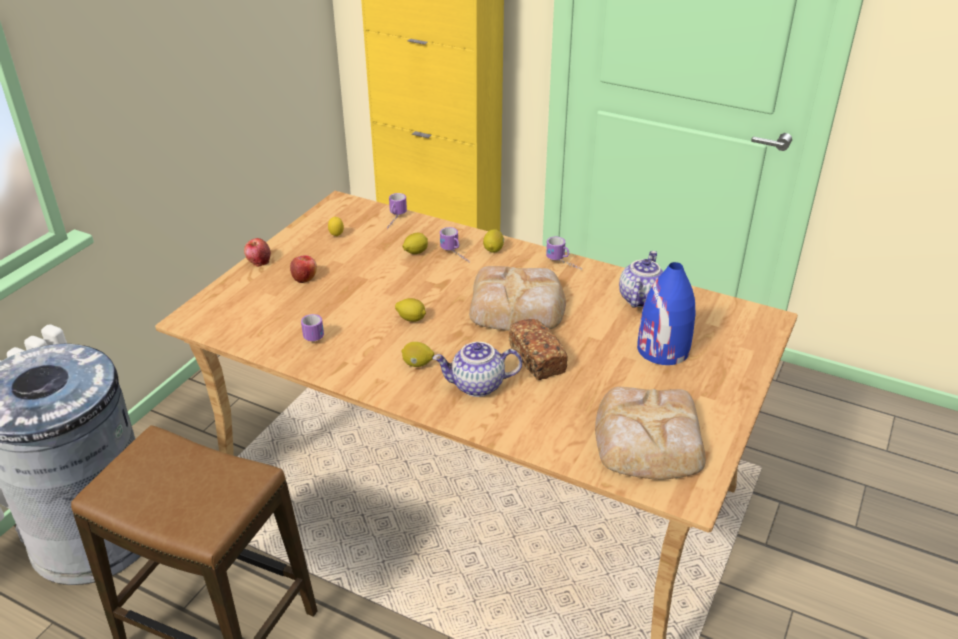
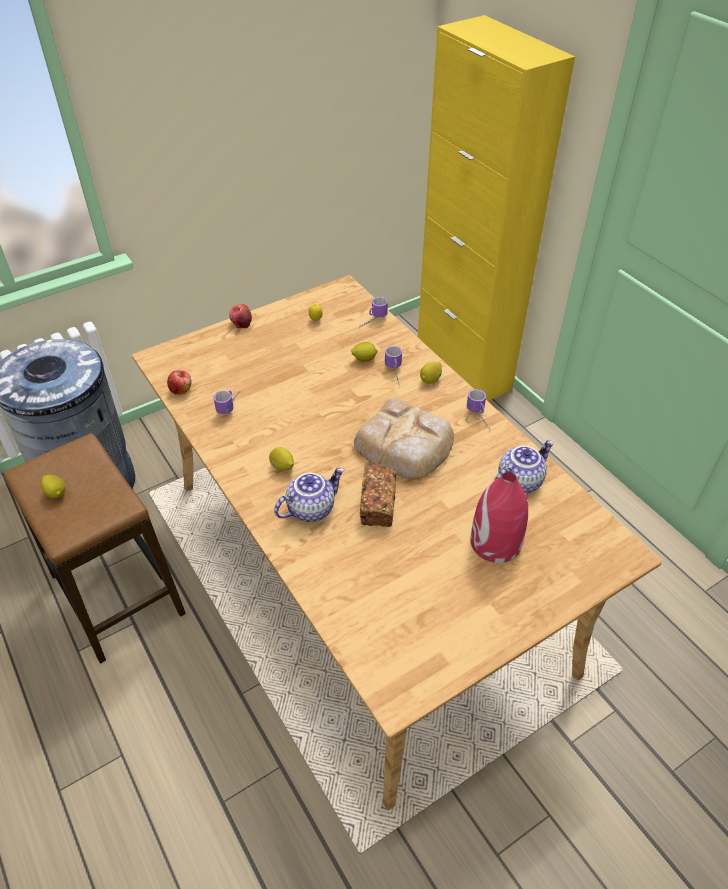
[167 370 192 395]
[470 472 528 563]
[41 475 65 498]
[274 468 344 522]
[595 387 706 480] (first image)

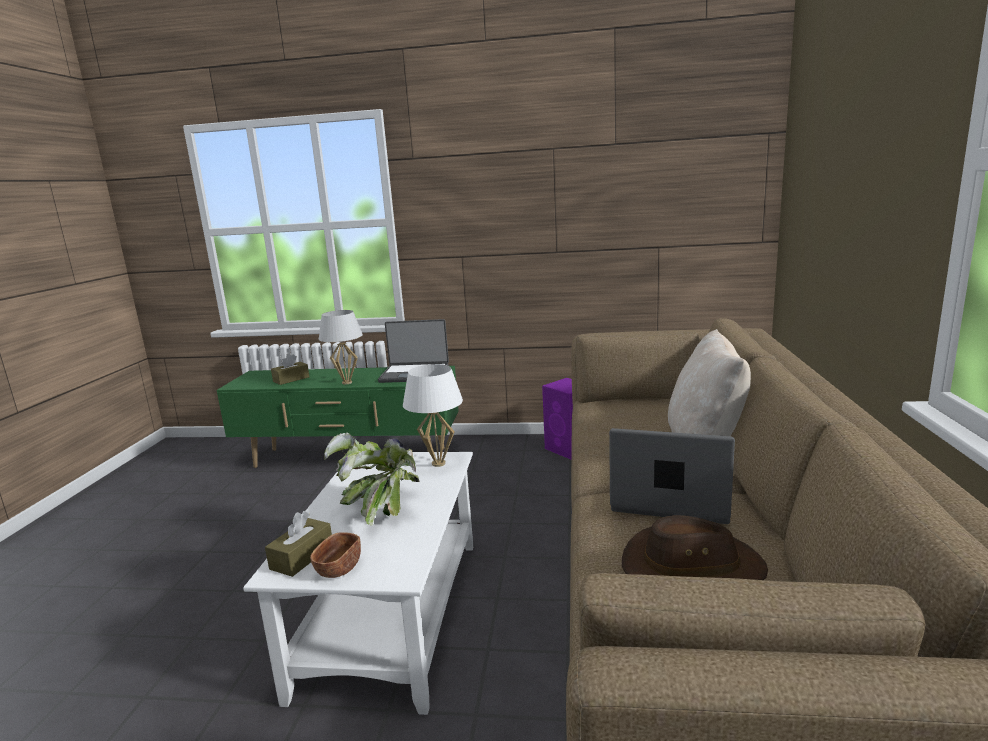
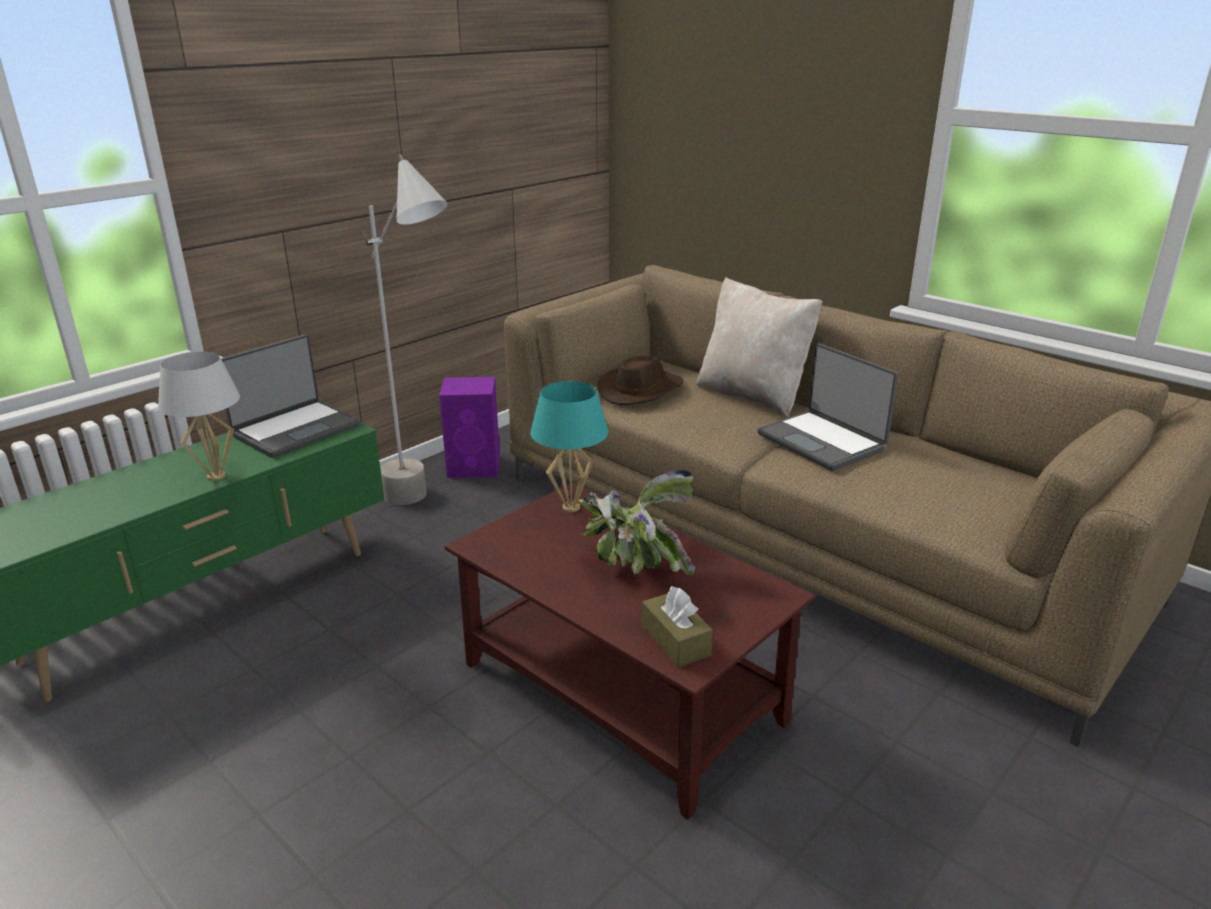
[271 354 309 385] (first image)
[530 381 608 512]
[757 343 898 471]
[445 484 815 820]
[597 356 684 405]
[310 532 361 578] (first image)
[363 154 448 505]

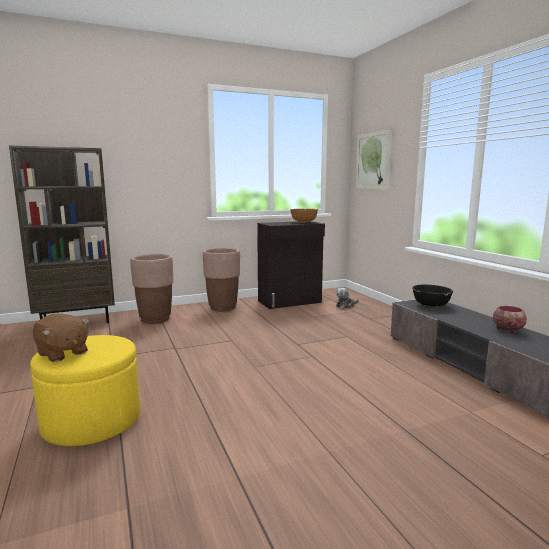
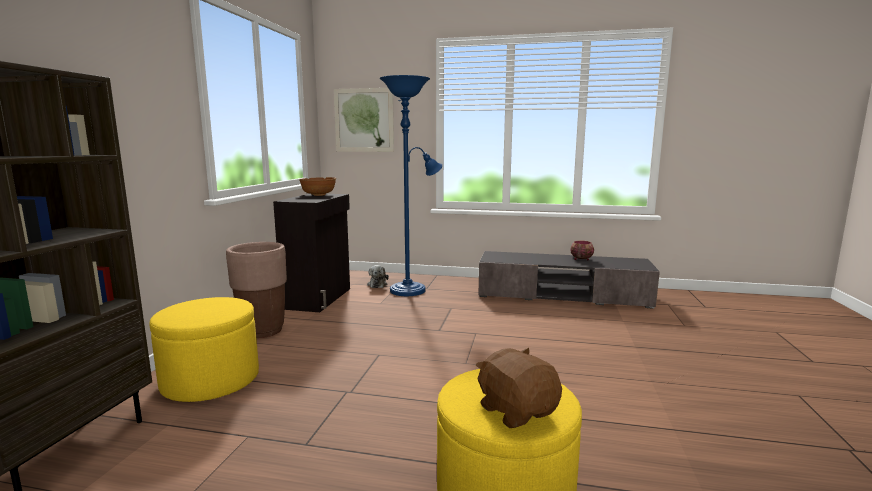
[150 297 259 402]
[412 285 453 307] (first image)
[476 348 562 428]
[380 75 442 296]

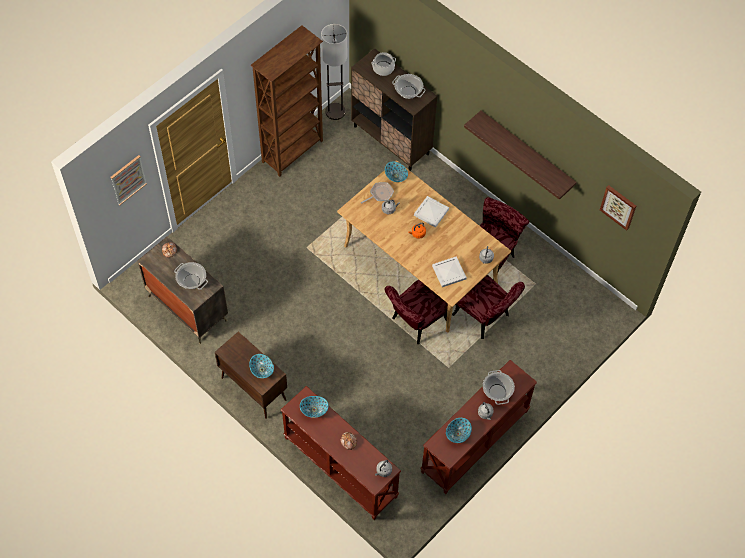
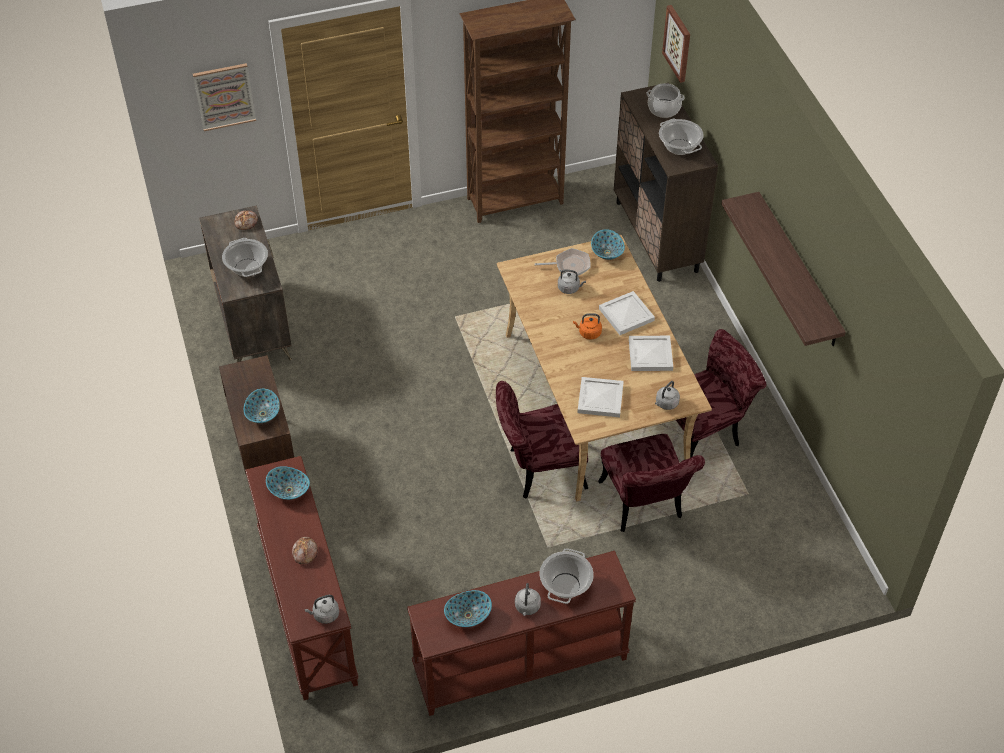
[321 24 347 120] (first image)
[662 5 690 83]
[629 336 673 371]

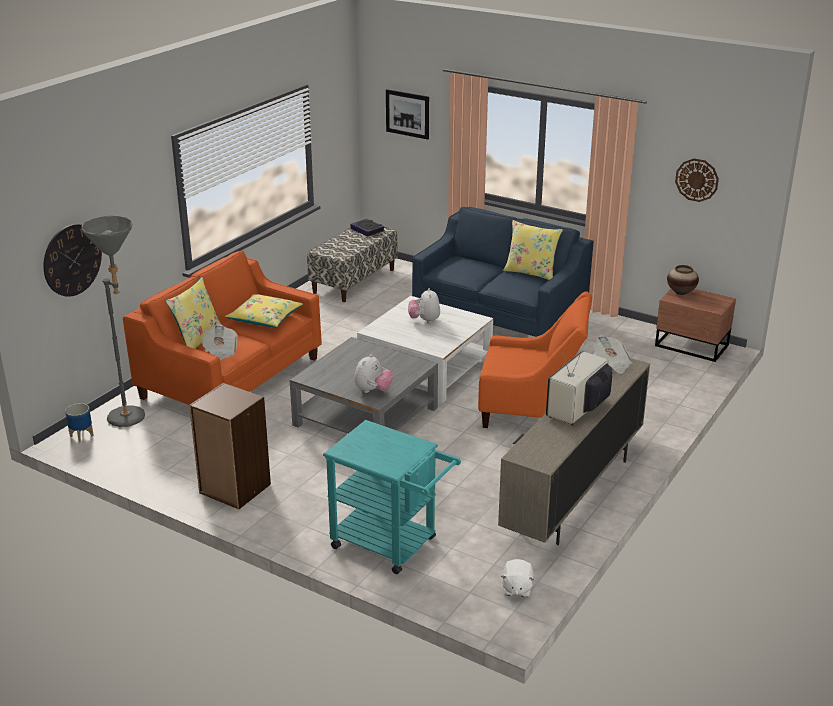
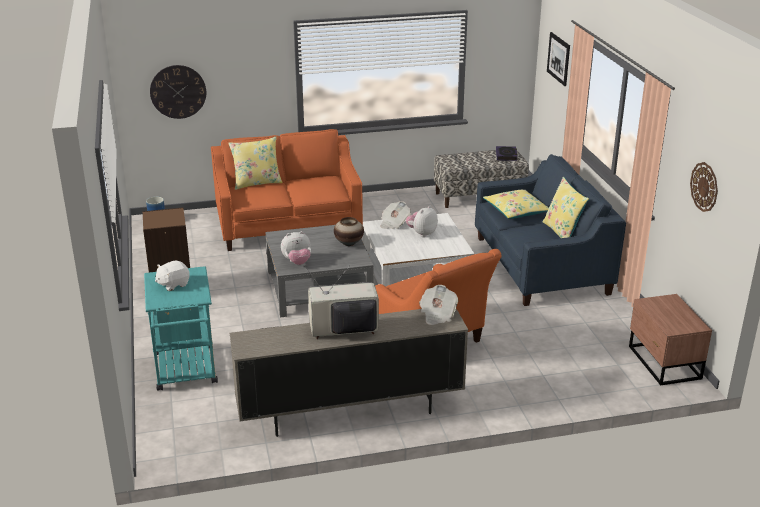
[81 216 145 427] (first image)
[334 217 364 246]
[483 190 549 219]
[380 201 411 229]
[155 261 190 291]

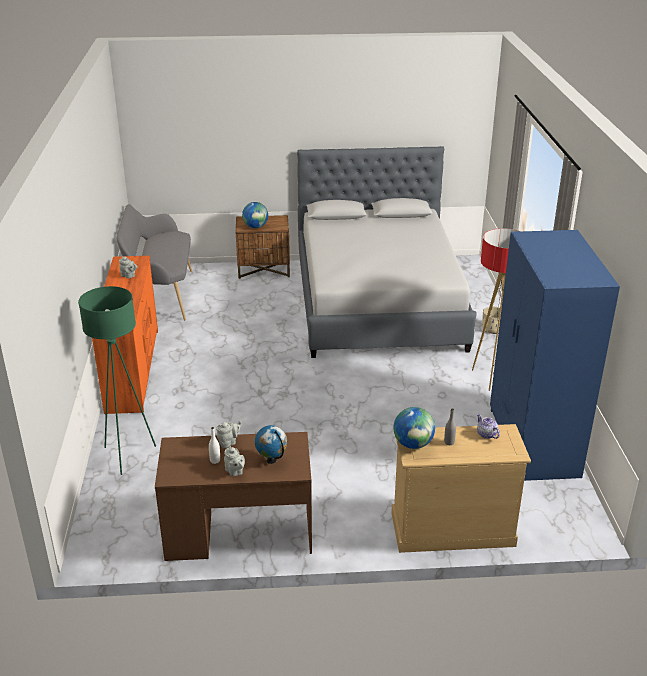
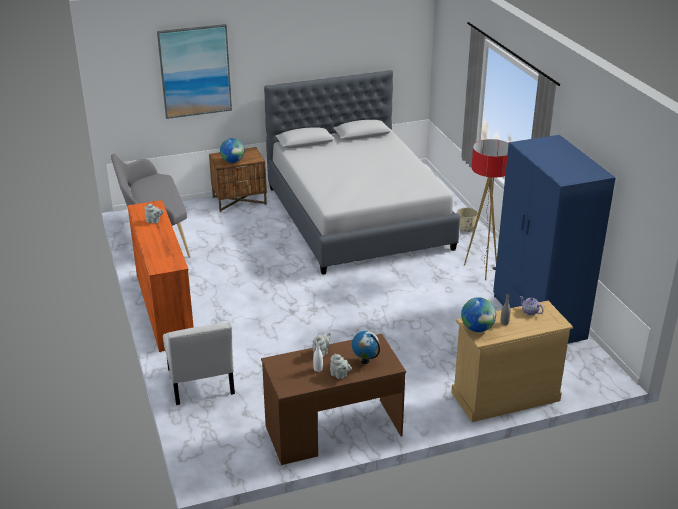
[163 322 235 405]
[157 24 232 119]

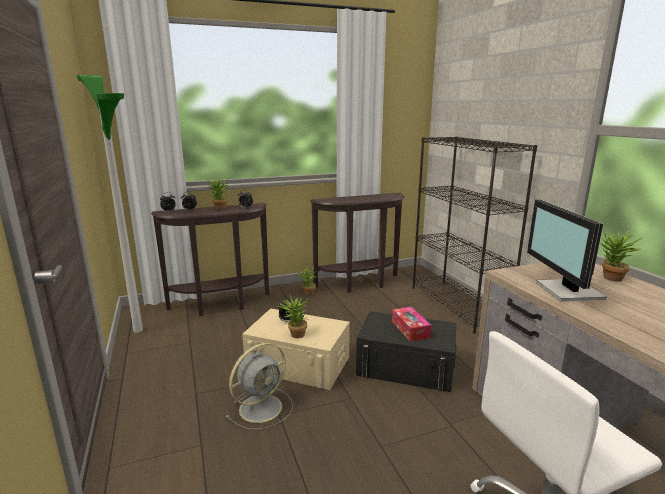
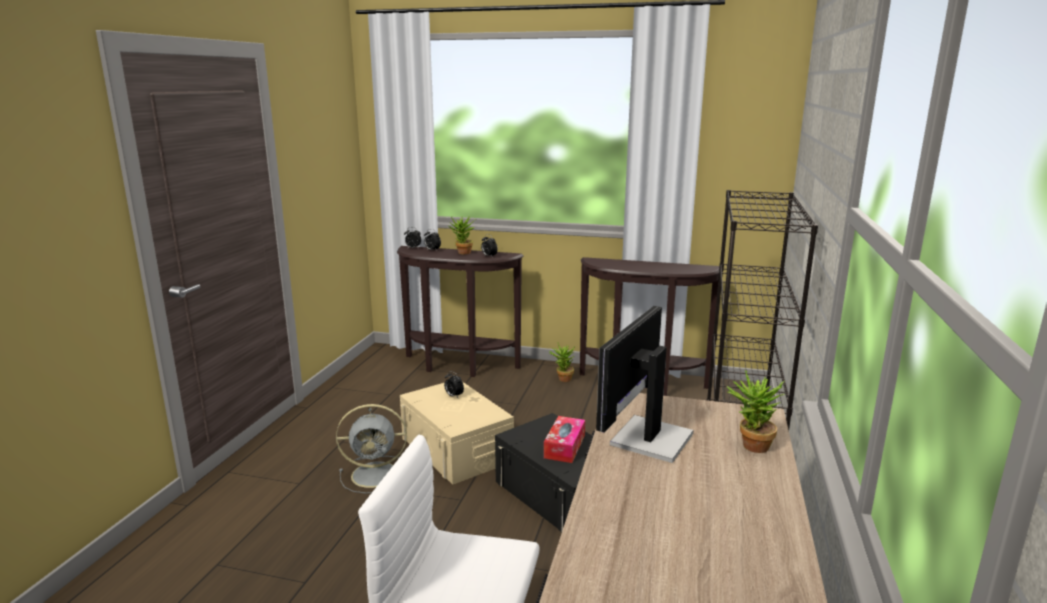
[76 75 143 333] (first image)
[277 293 308 338] (first image)

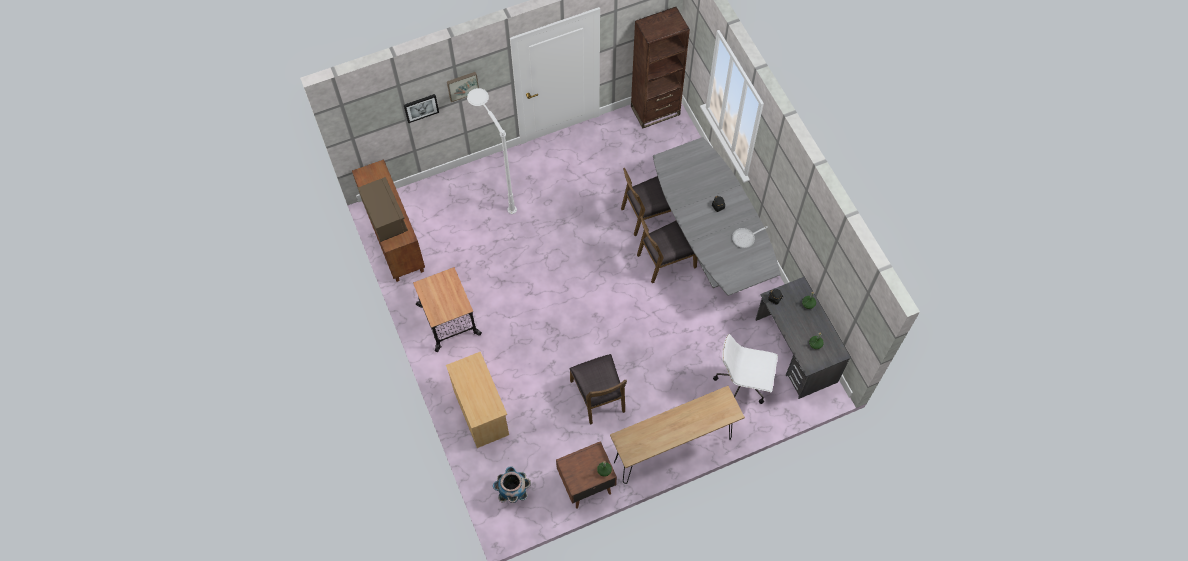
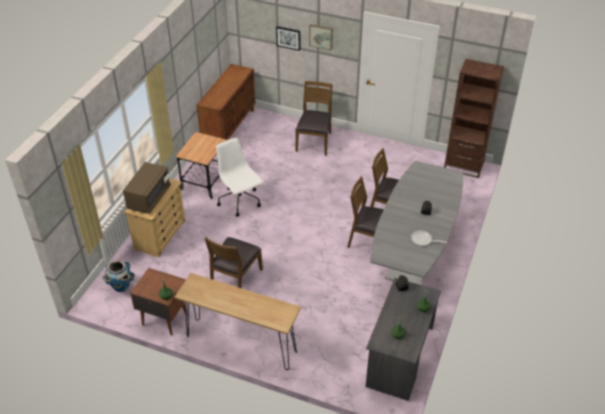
[295 81 332 156]
[123 162 171 214]
[216 138 264 217]

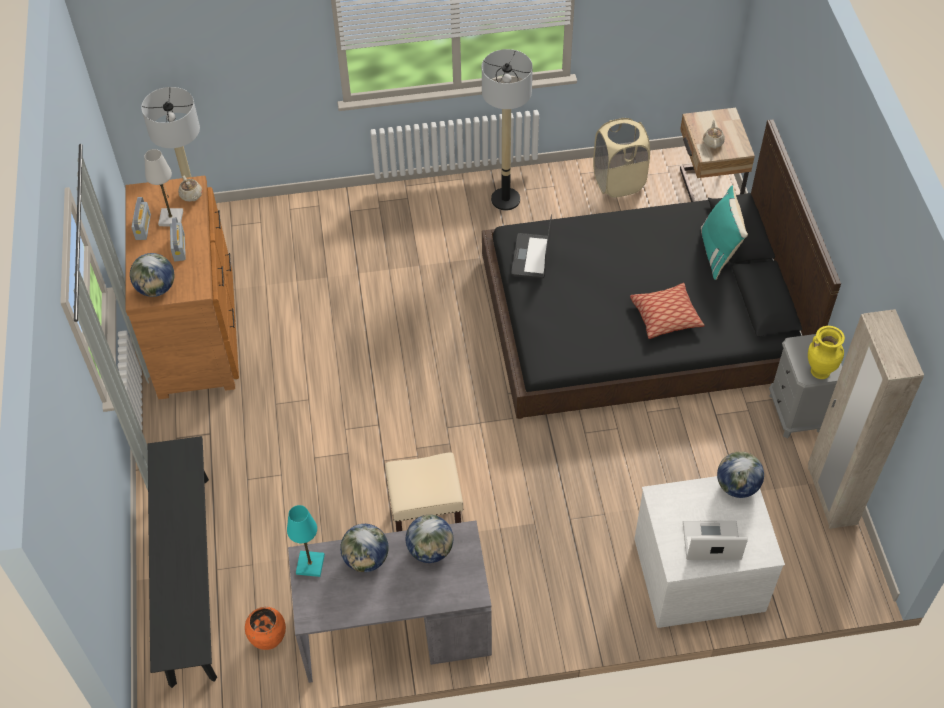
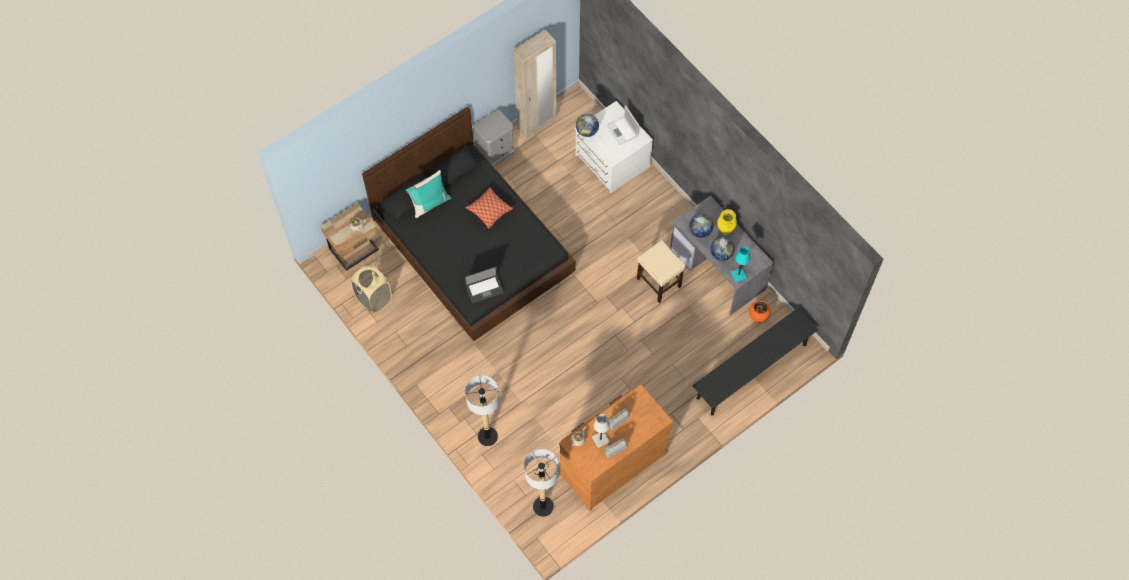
[465 375 500 446]
[130 253 174 297] (first image)
[717 209 737 235]

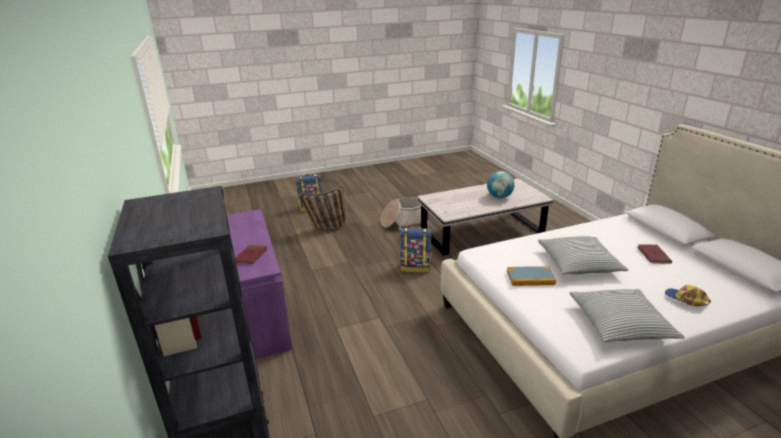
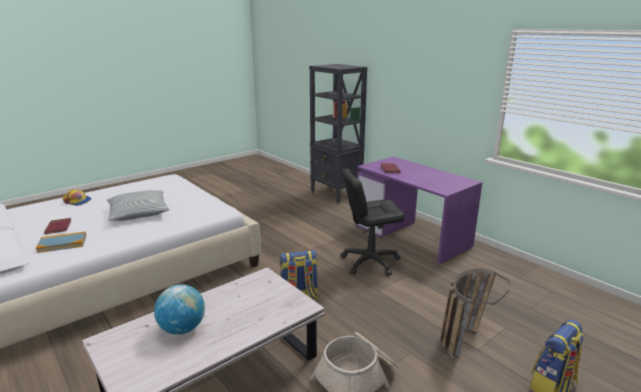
[36 232 86 253]
[569 289 685 343] (first image)
[341 169 405 276]

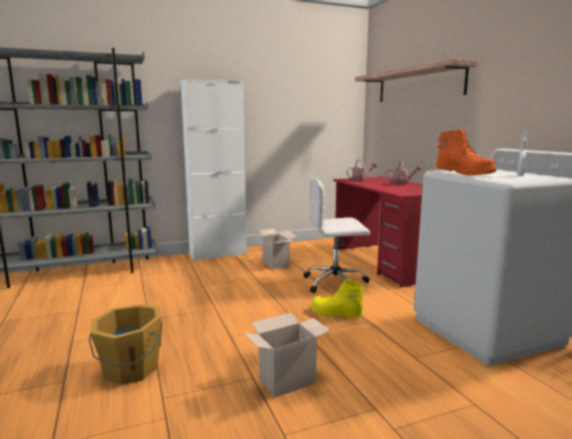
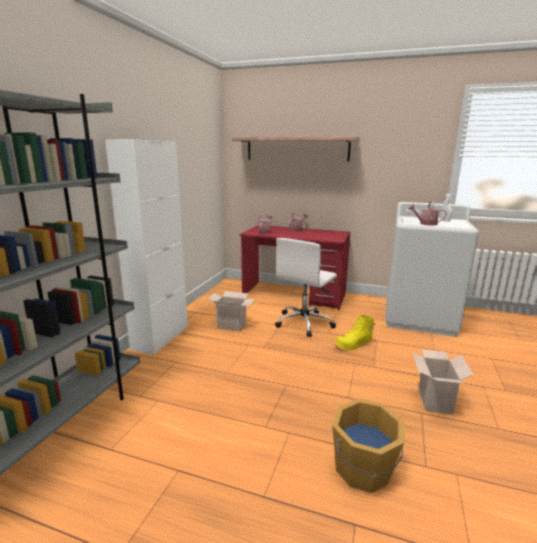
[408 200 447 226]

